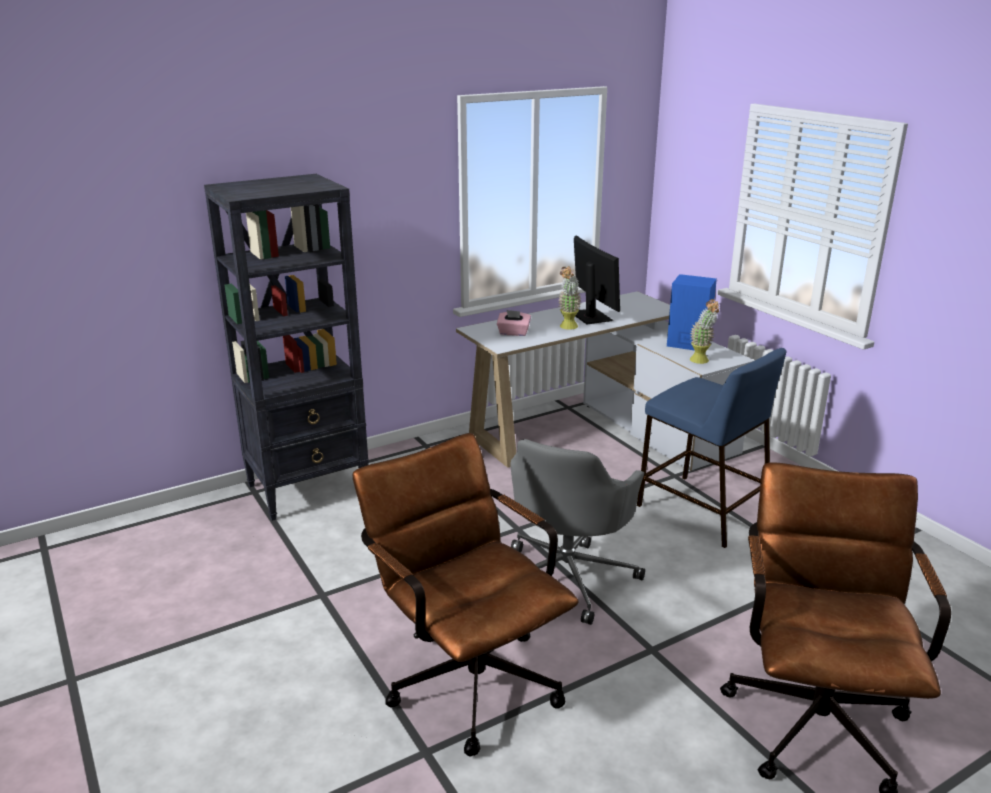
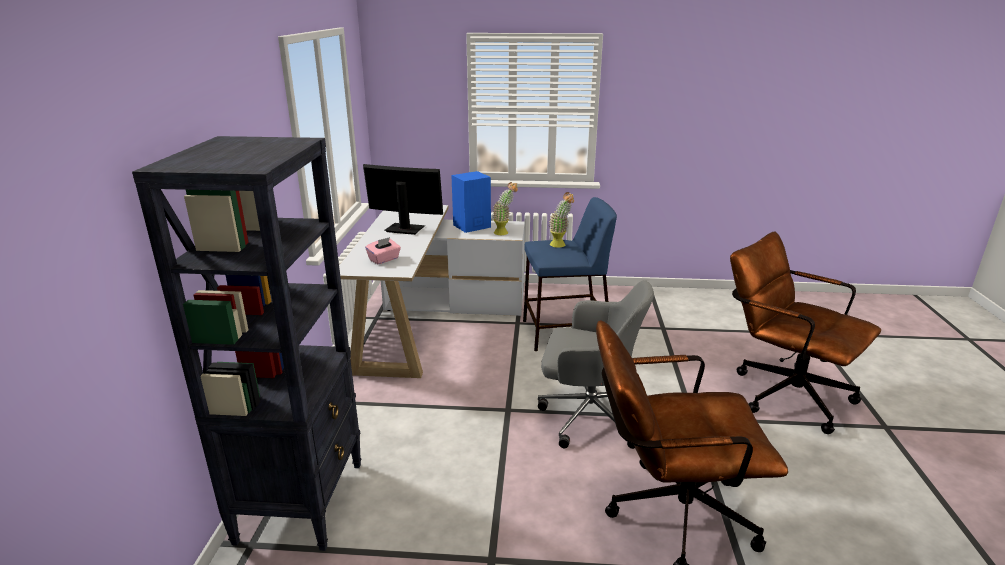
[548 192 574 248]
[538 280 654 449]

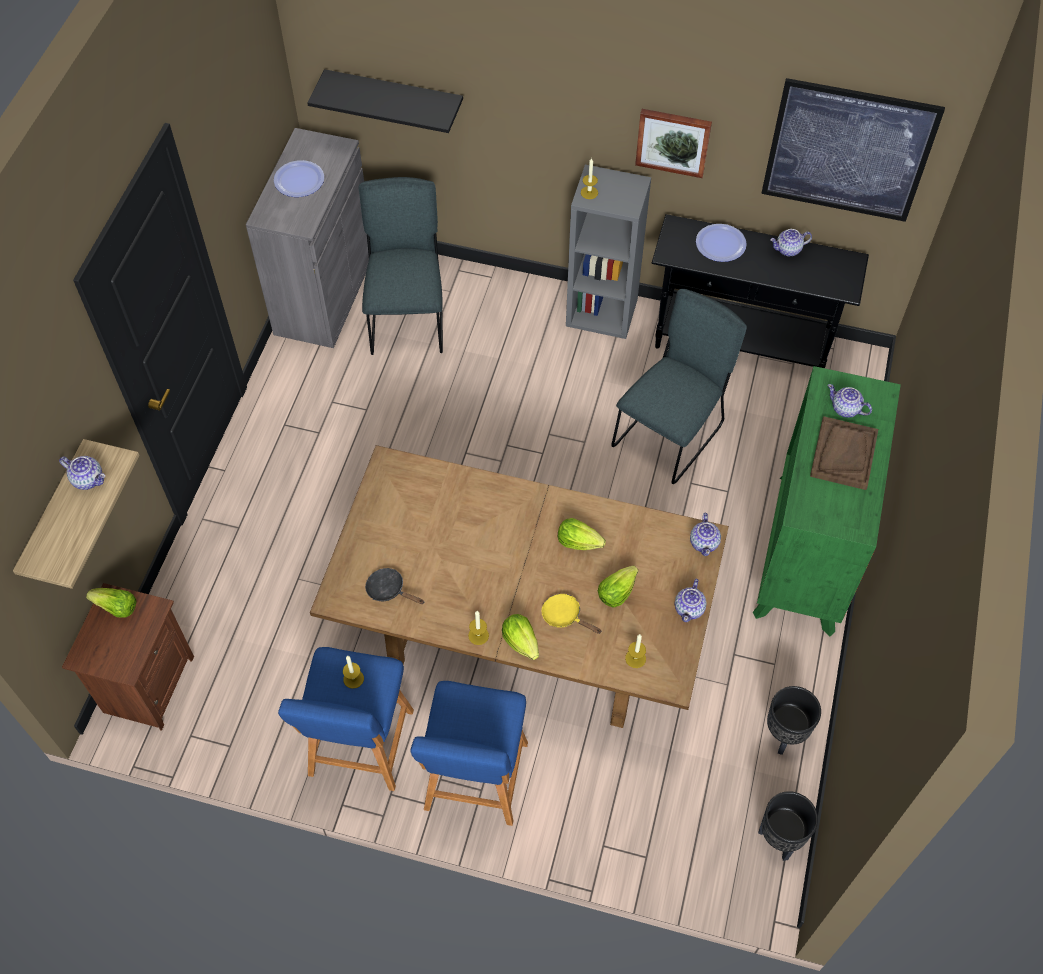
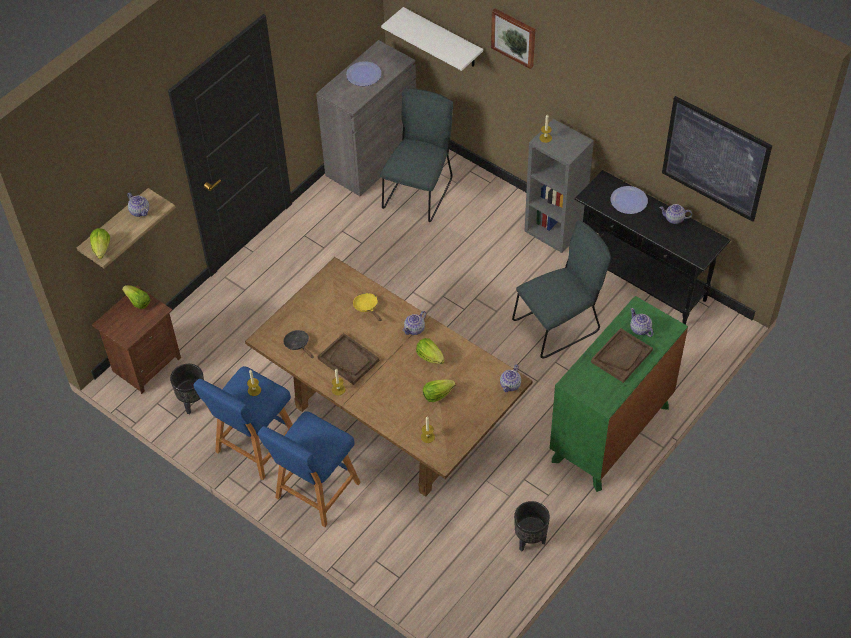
[381 7 483 71]
[491 9 535 69]
[402 311 426 335]
[353 293 381 321]
[90 228 110 259]
[170 364 204 414]
[318 333 379 385]

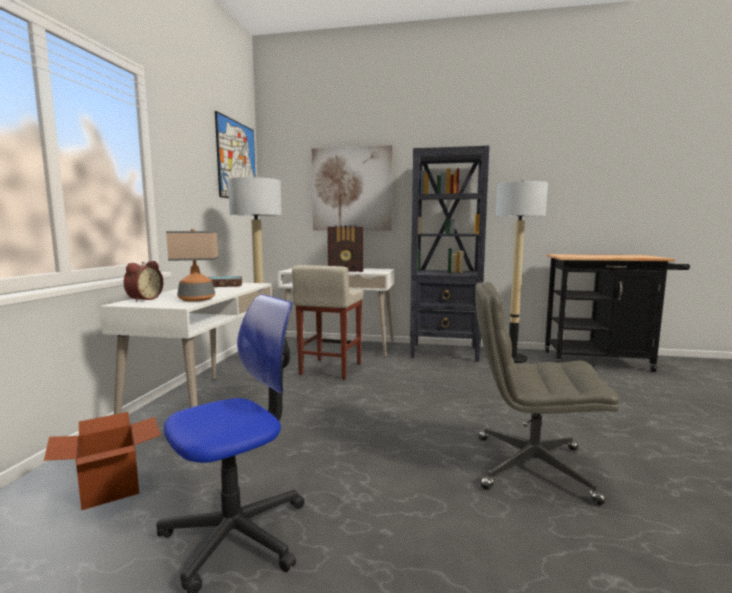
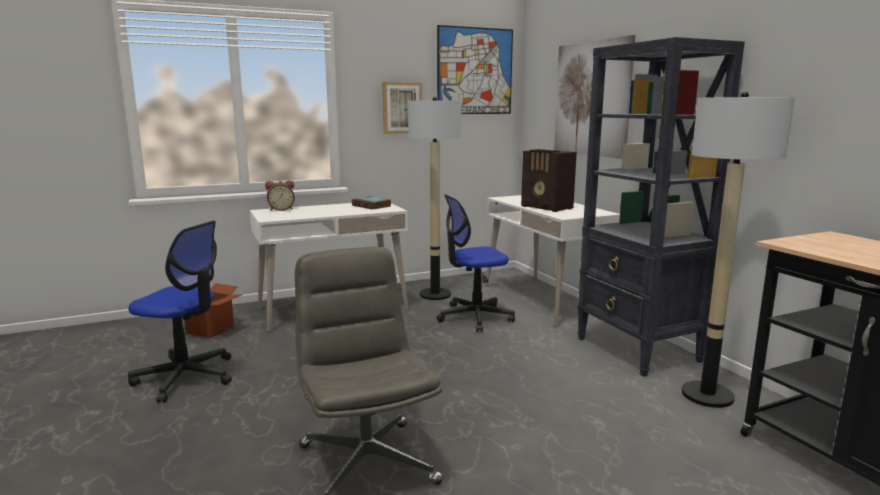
[166 229 218 302] (first image)
[437 194 515 332]
[382 82 422 134]

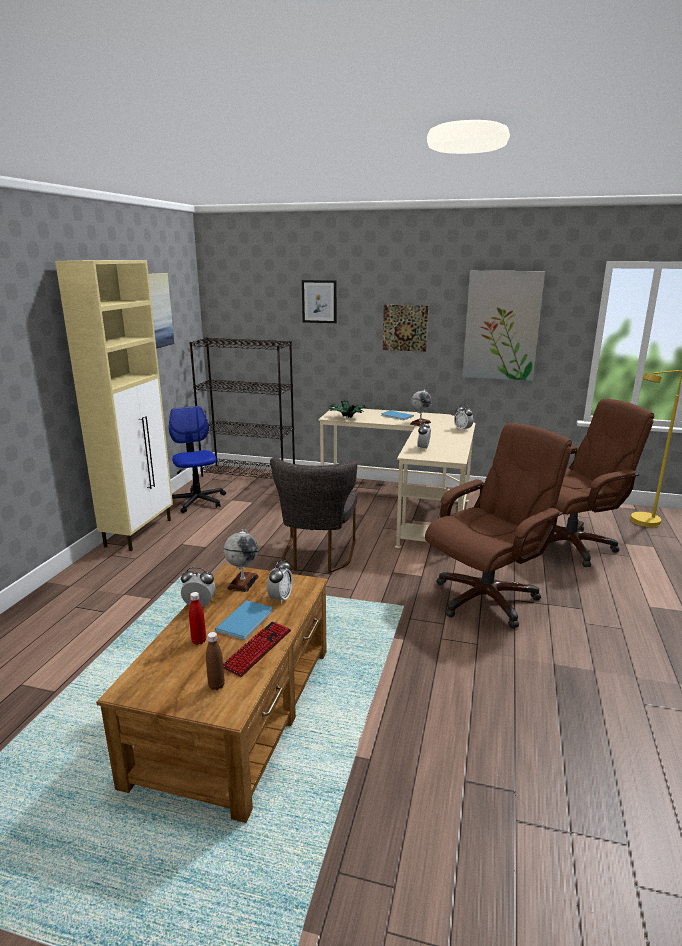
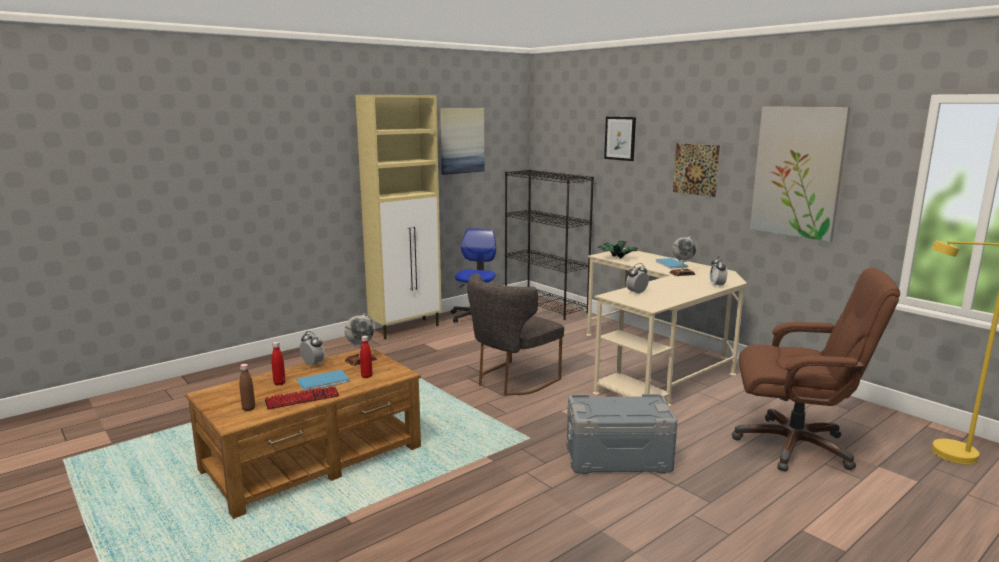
[566 394 677 474]
[360 336 372 378]

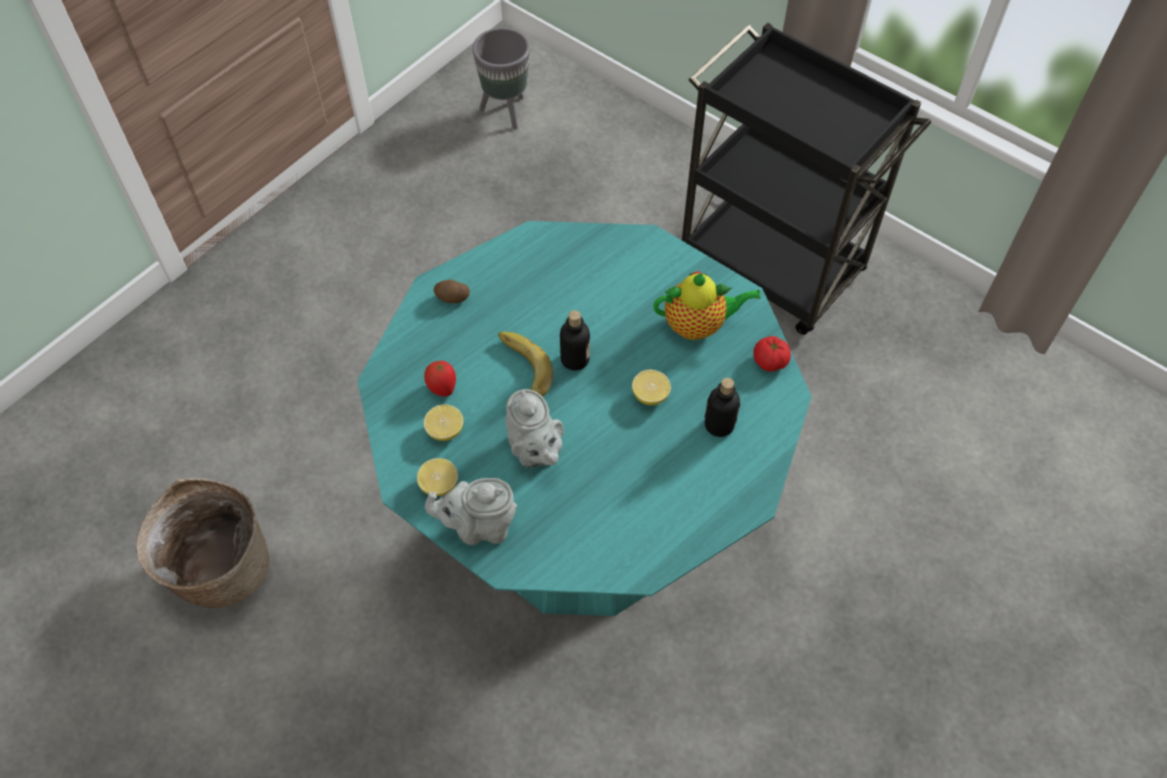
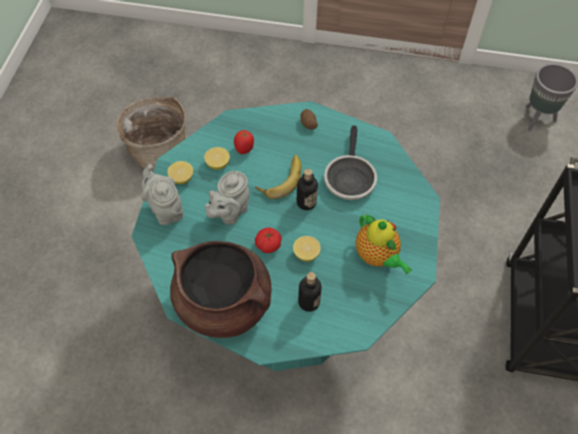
[255 227 282 253]
[324 125 377 200]
[170 241 272 338]

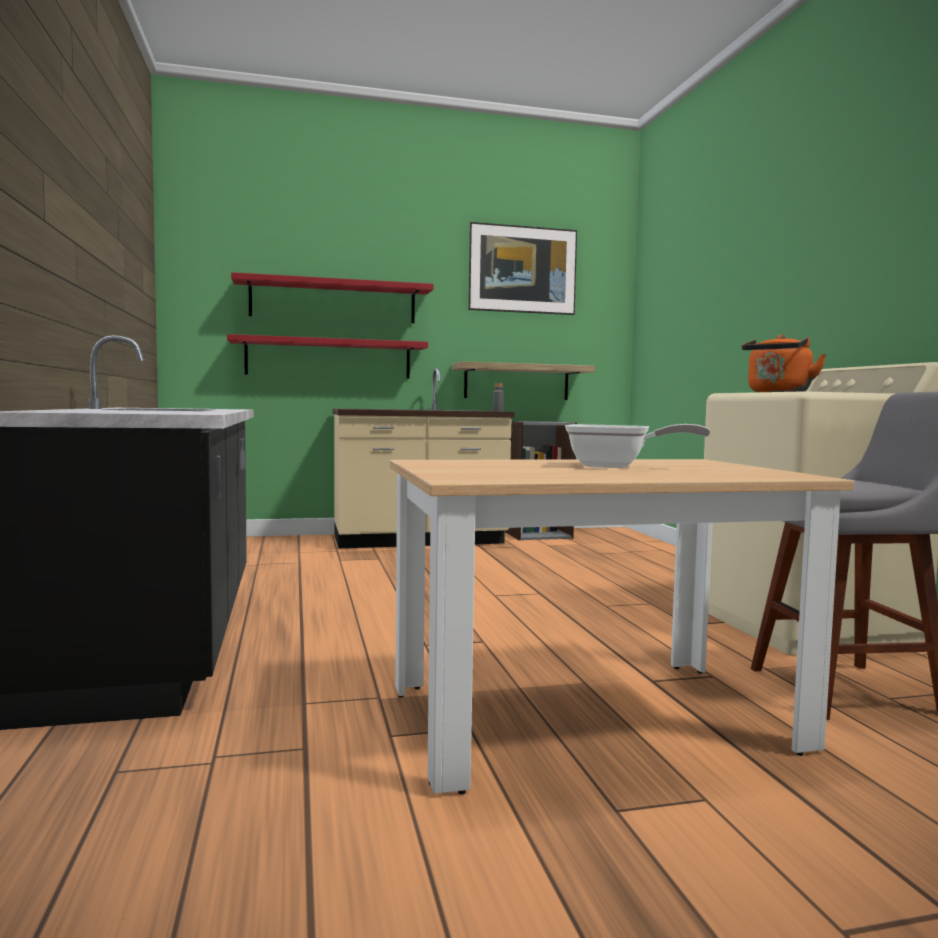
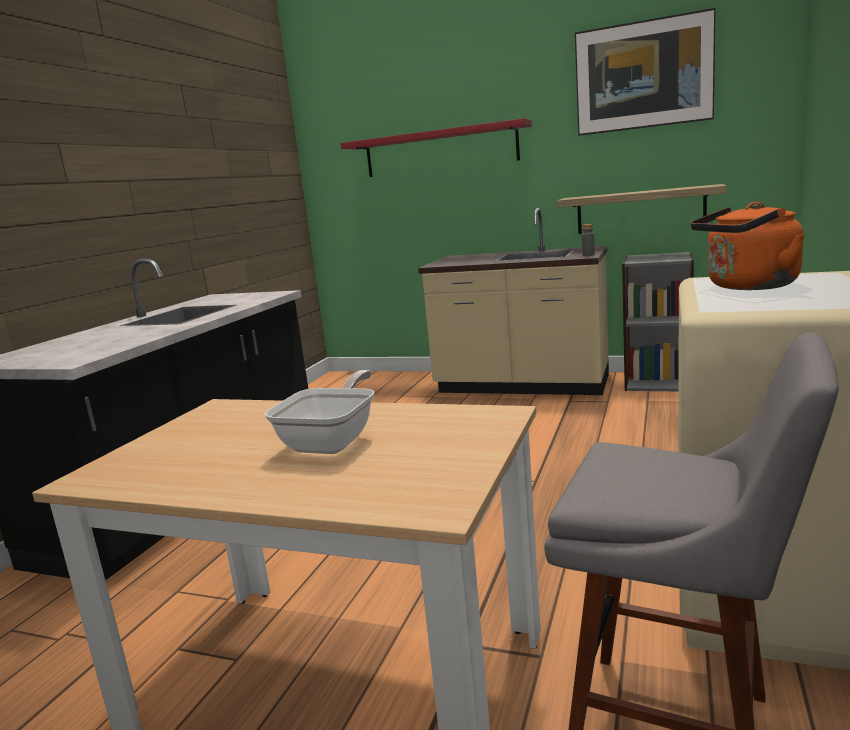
[227 334 428 379] (first image)
[265 370 374 454]

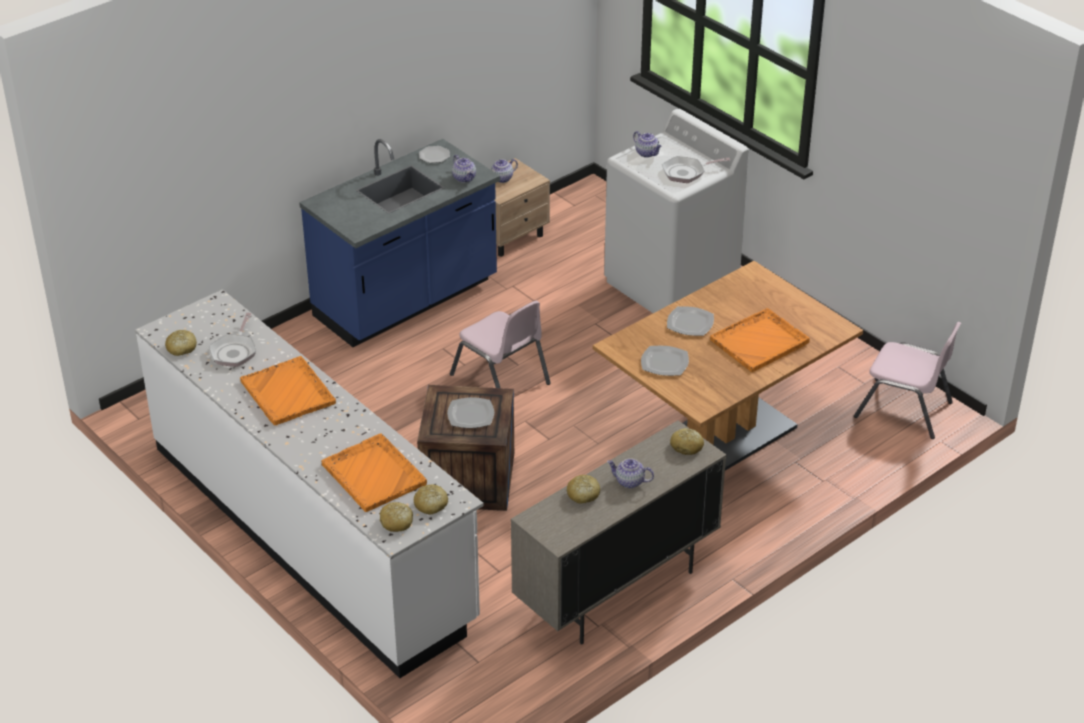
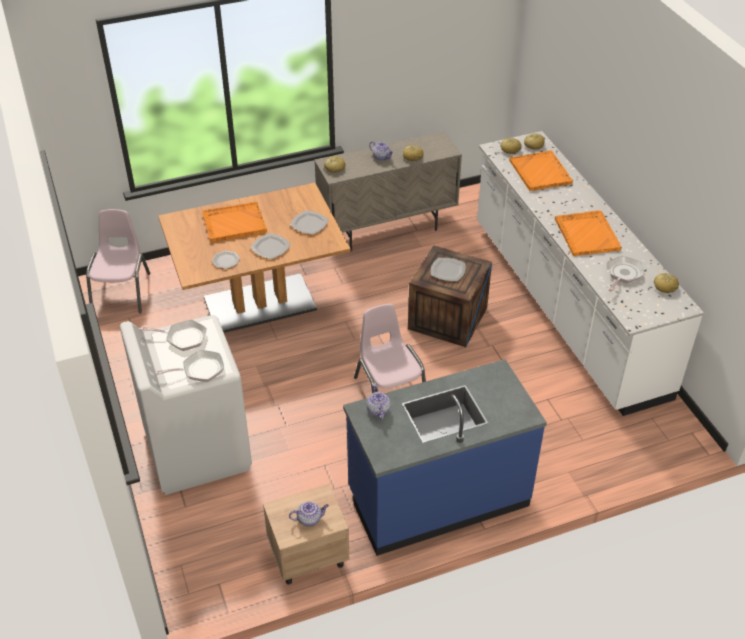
[155 350 224 382]
[212 251 240 269]
[86 209 150 313]

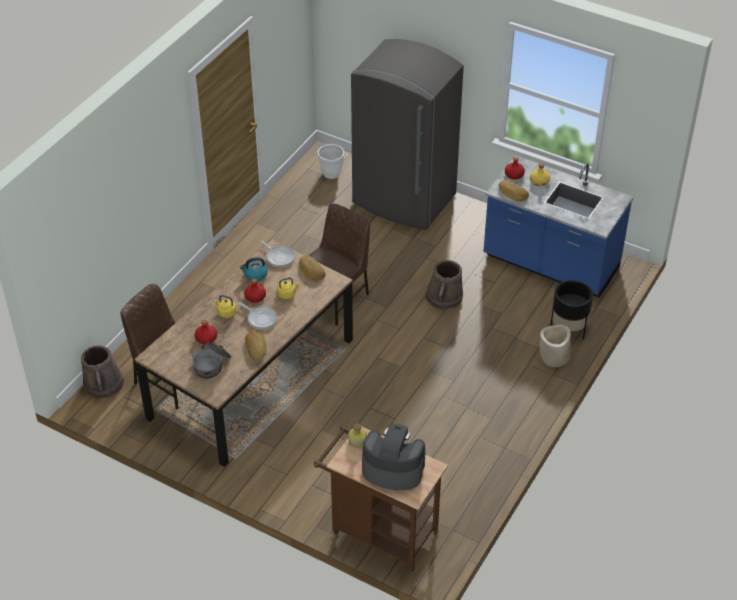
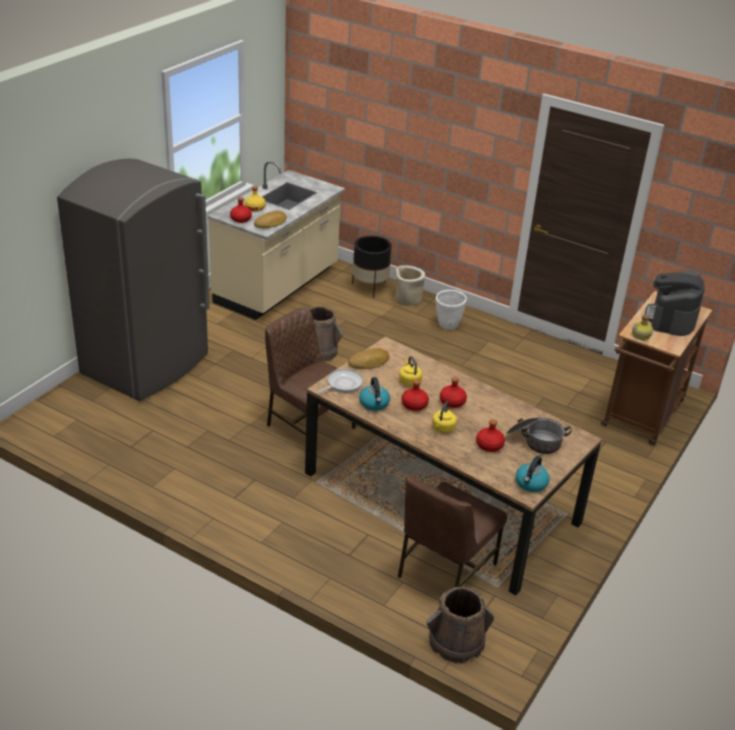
[436 290 467 330]
[208 161 345 320]
[440 377 467 408]
[245 331 267 361] (first image)
[516 456 550 492]

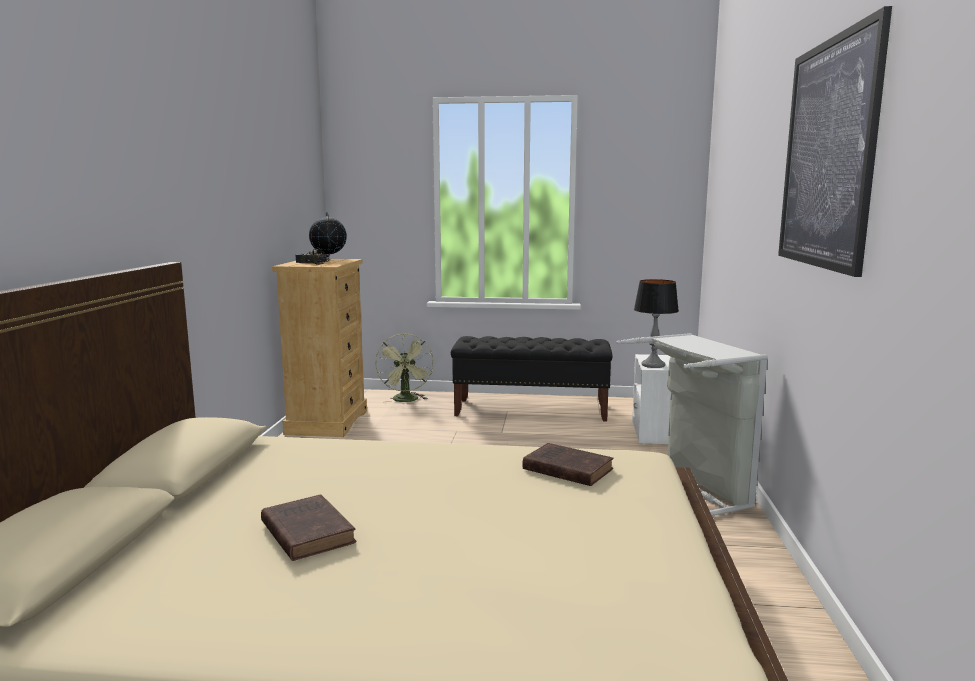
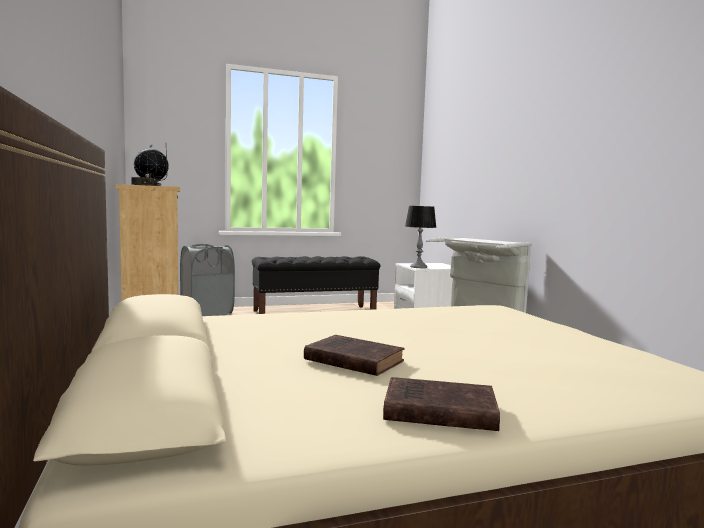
[778 6 892 277] (first image)
[180 244 235 316]
[383 377 500 431]

